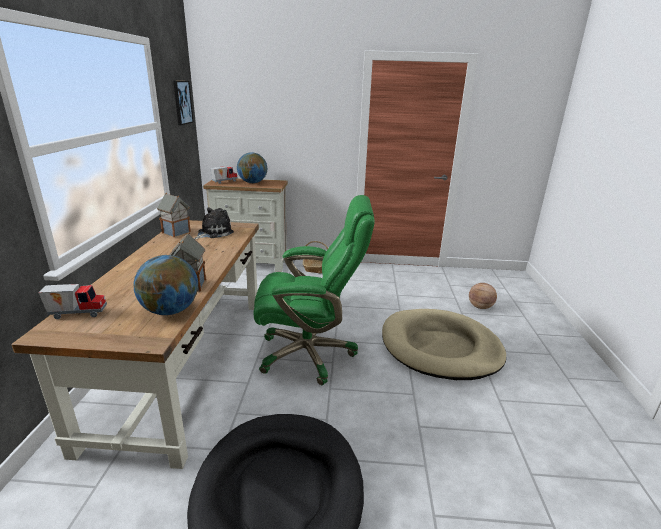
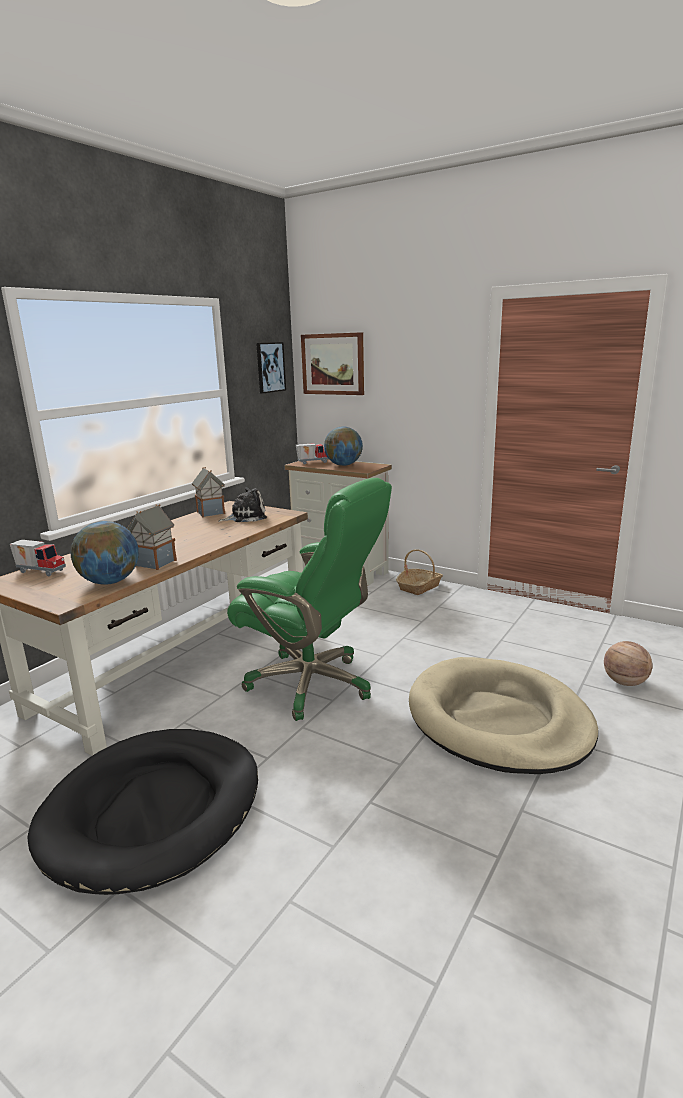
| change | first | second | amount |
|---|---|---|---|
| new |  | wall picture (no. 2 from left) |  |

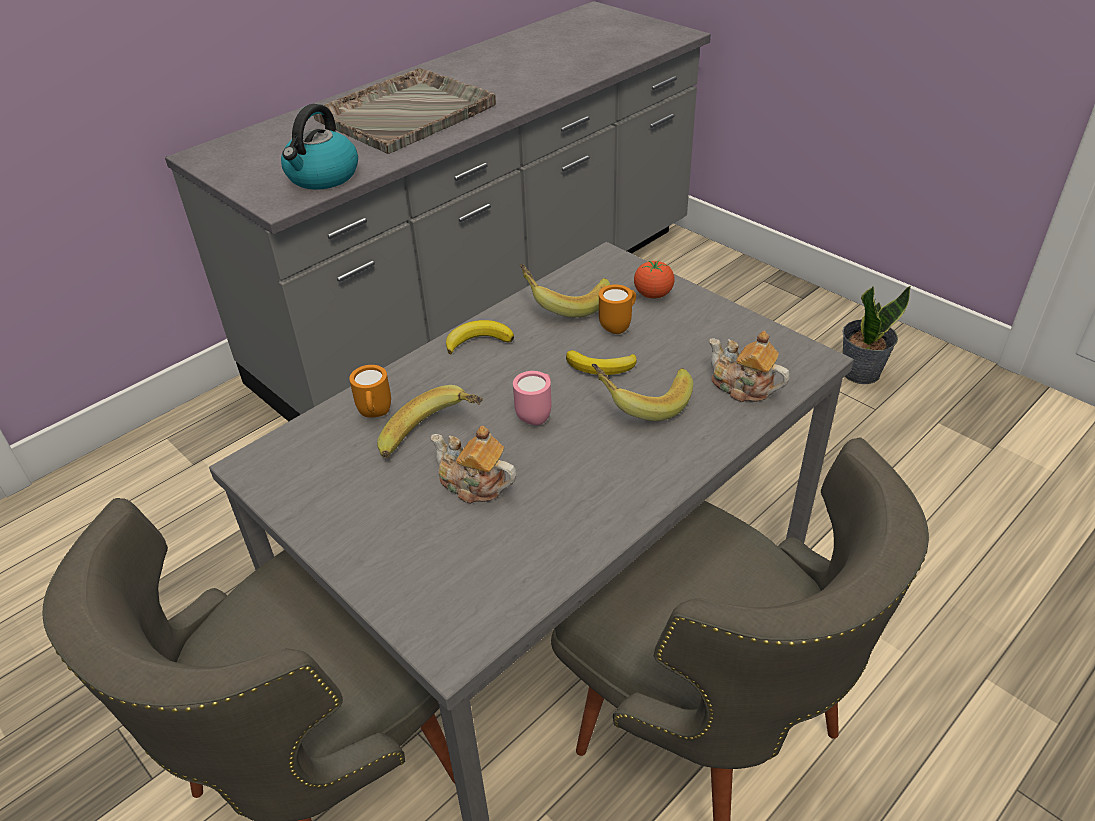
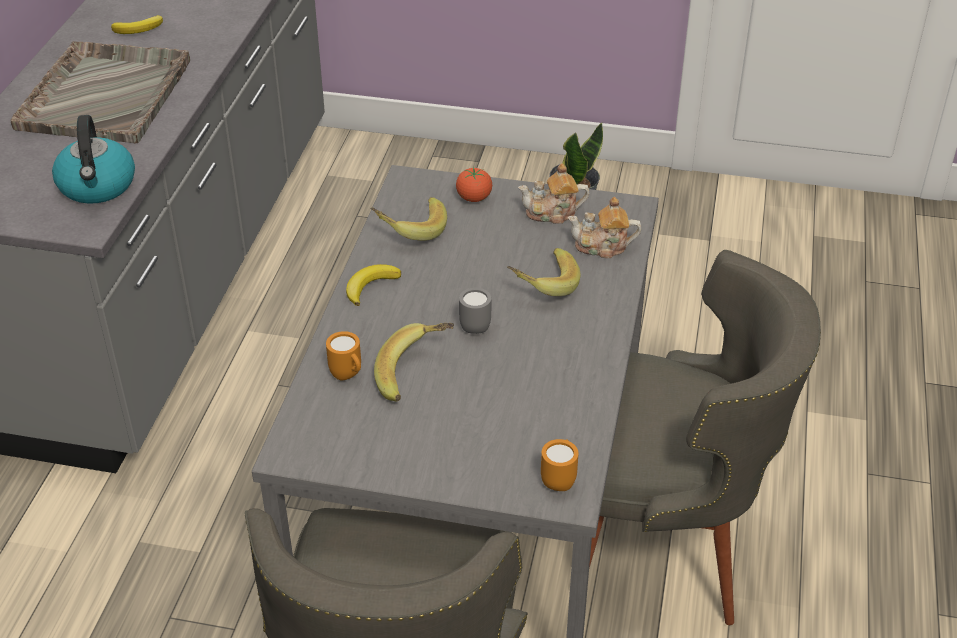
| change | first | second | amount |
|---|---|---|---|
| shifted | tea pot (no. 1 from left) |  |  |
| repainted | tea mug (pink) | tea mug (gray) |  |
| shifted | whole banana (no. 4 from left in the first image) | whole banana (no. 1 from left) |  |
| shifted | tea mug (orange) (no. 2 from left) |  |  |

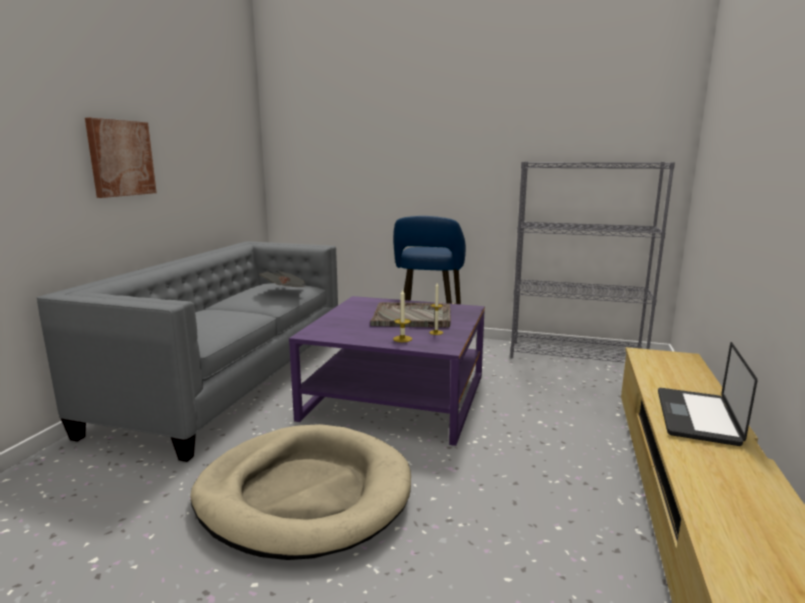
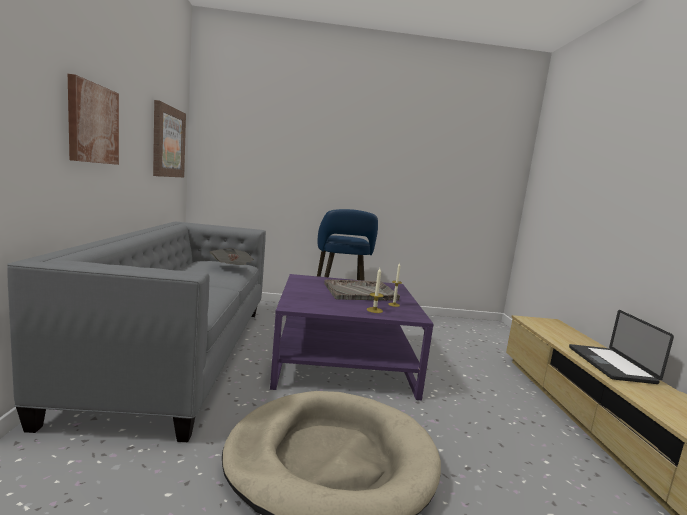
| change | first | second | amount |
|---|---|---|---|
| gone | bookcase (gray) |  |  |
| new |  | wall picture (no. 2 from left) |  |

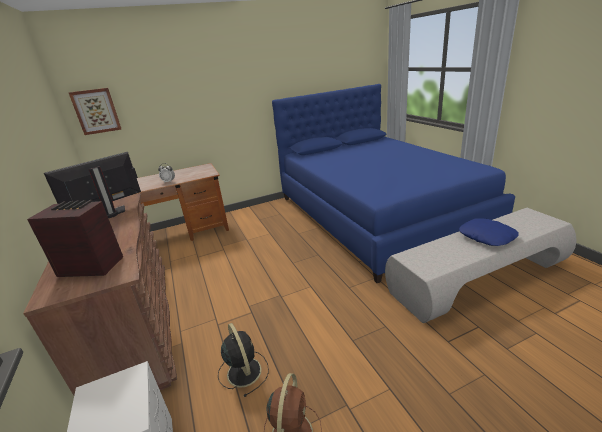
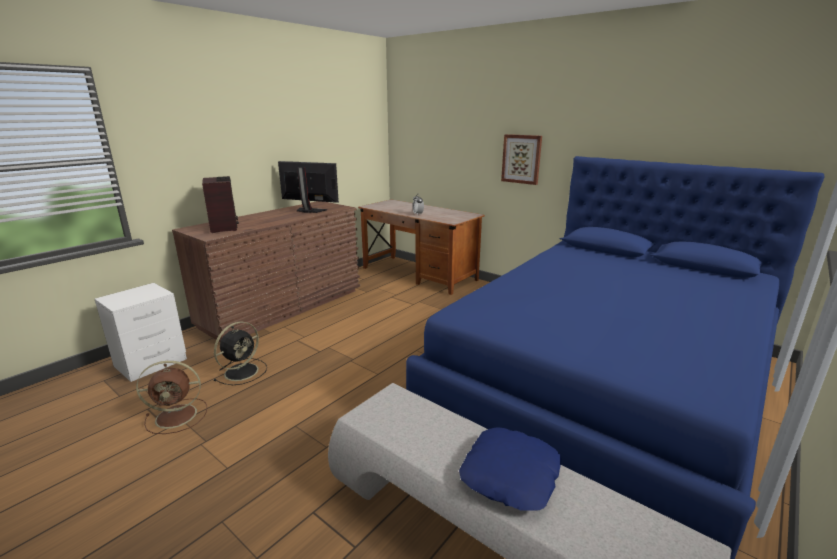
| change | first | second | amount |
|---|---|---|---|
| shifted | wall picture |  |  |

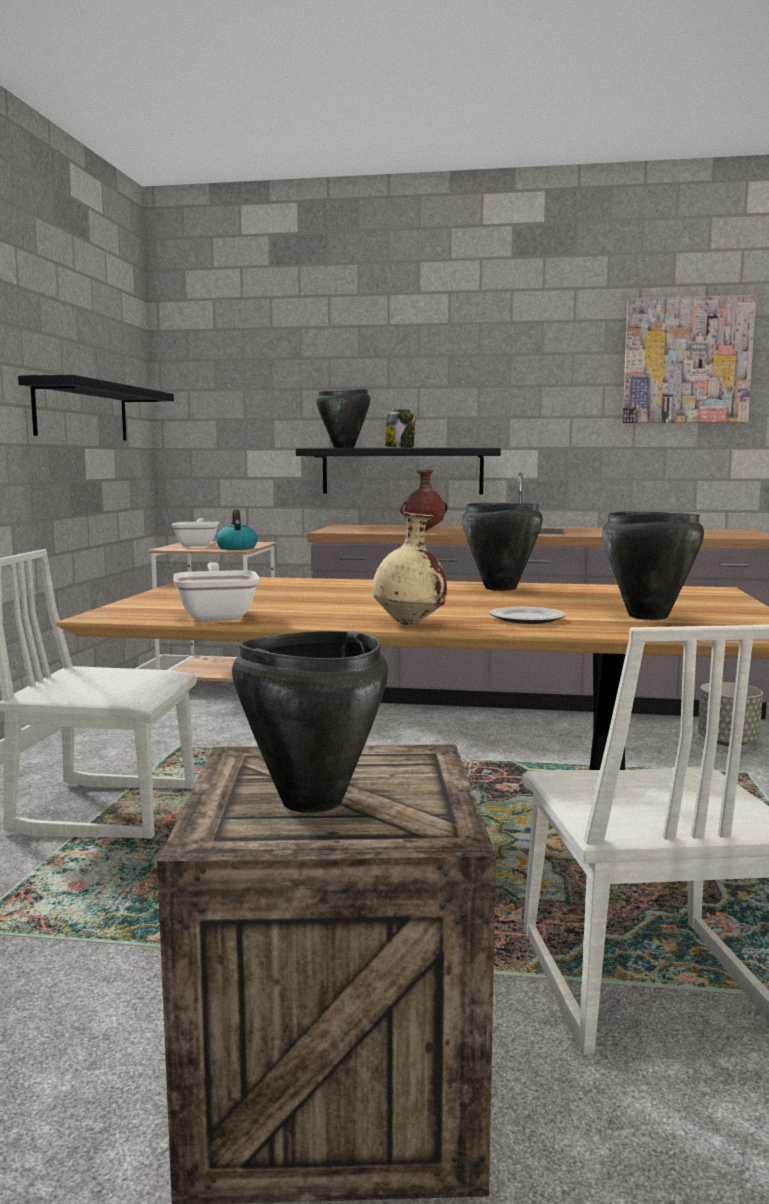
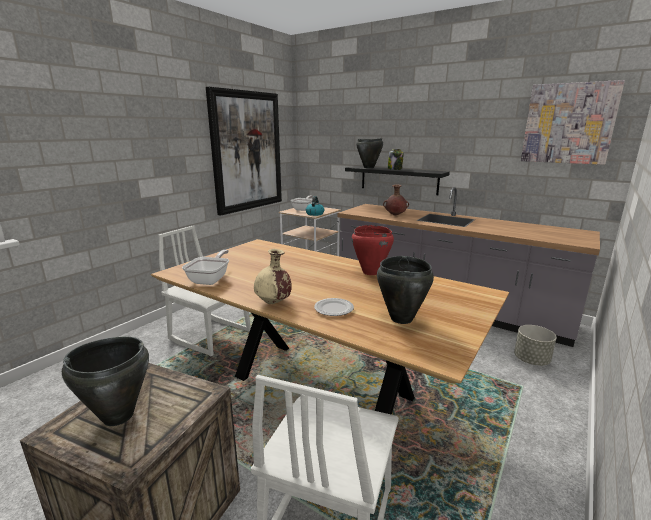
| change | first | second | amount |
|---|---|---|---|
| swapped | shelf (blackish) (no. 1 from left) | wall picture (no. 1 from left) |  |
| repainted | saucepot (blackish) (no. 3 from left) | saucepot (red) |  |

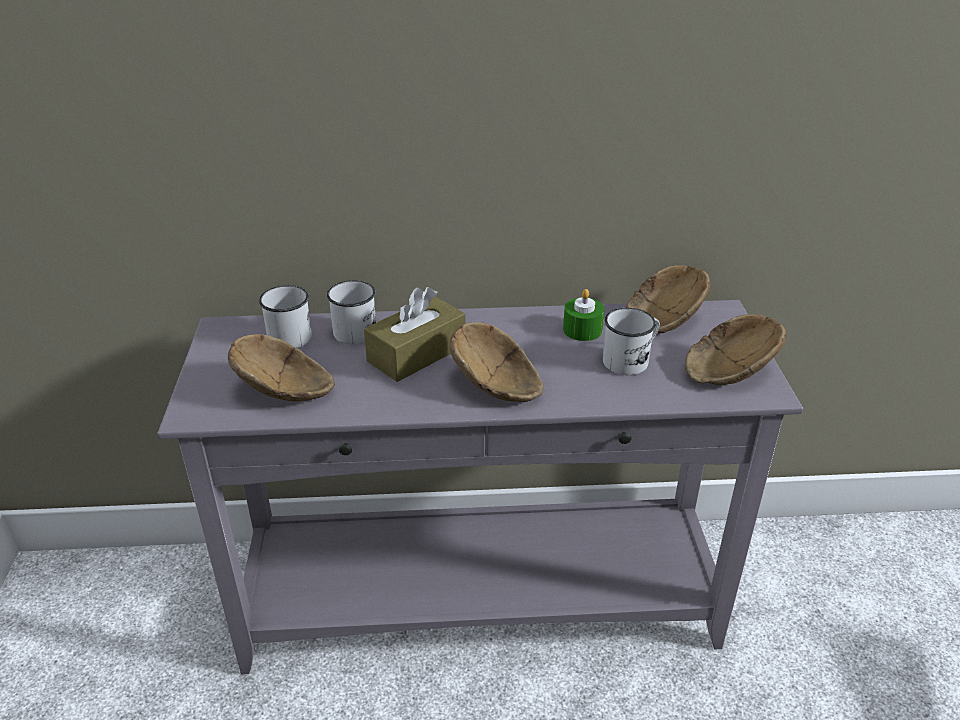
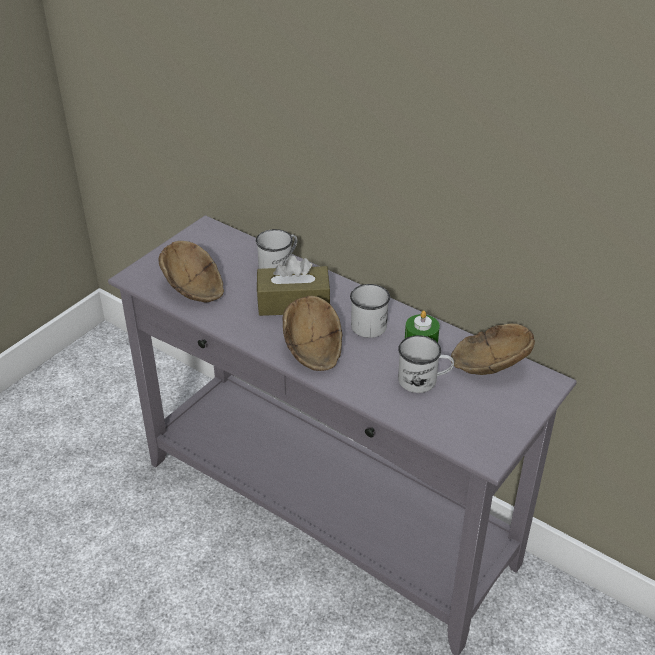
| change | first | second | amount |
|---|---|---|---|
| shifted | tea mug (whitish) (no. 1 from left in the first image) | tea mug (whitish) (no. 2 from left) |  |
| gone | bowl (brownish) (no. 4 from left) |  |  |

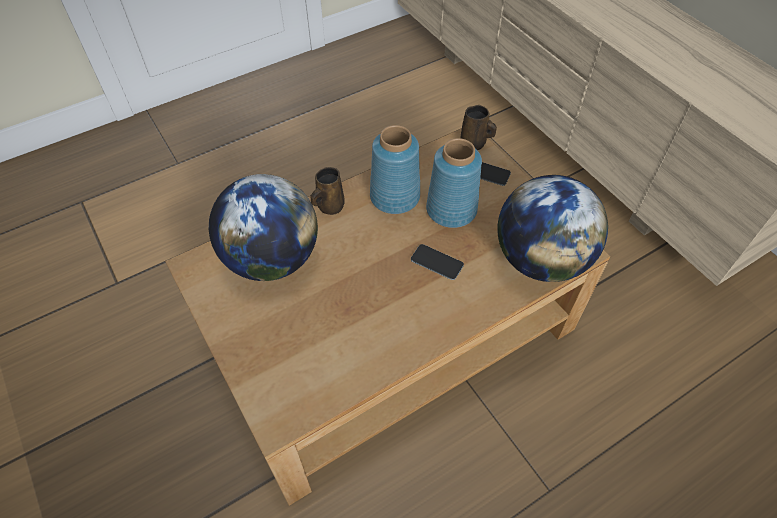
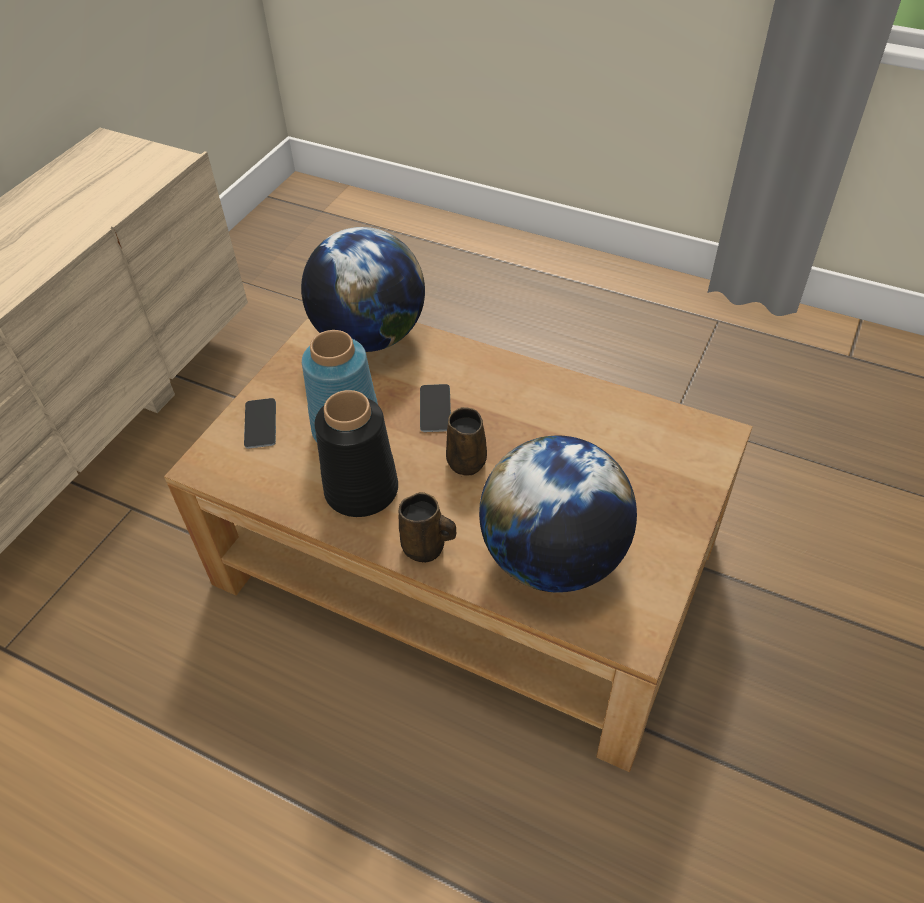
| change | first | second | amount |
|---|---|---|---|
| repainted | decorative vase (blue) (no. 1 from left) | decorative vase (blackish) |  |
| shifted | tea mug (brownish) (no. 2 from left) |  |  |

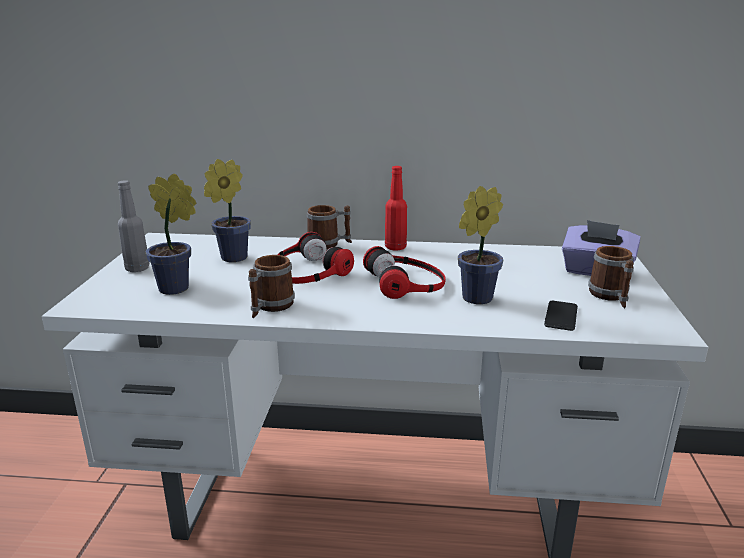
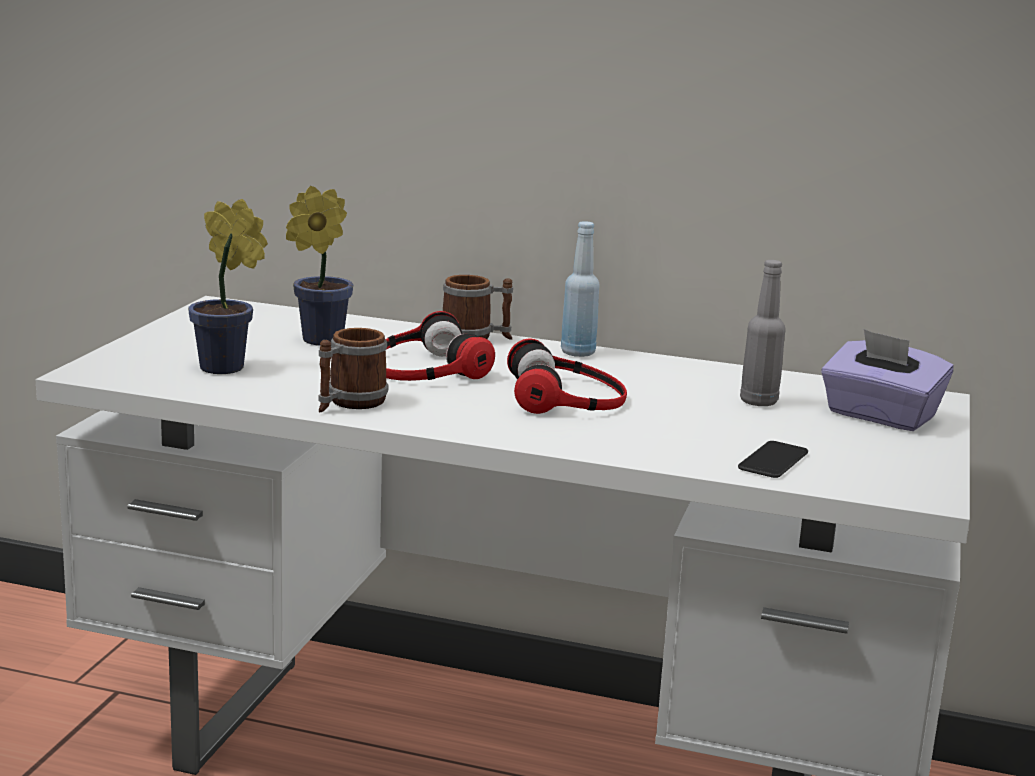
| change | first | second | amount |
|---|---|---|---|
| shifted | bottle (gray) |  |  |
| repainted | bottle (red) | bottle (blue) |  |
| gone | plant in a pot (no. 3 from left) |  |  |
| gone | tea mug (no. 3 from left) |  |  |

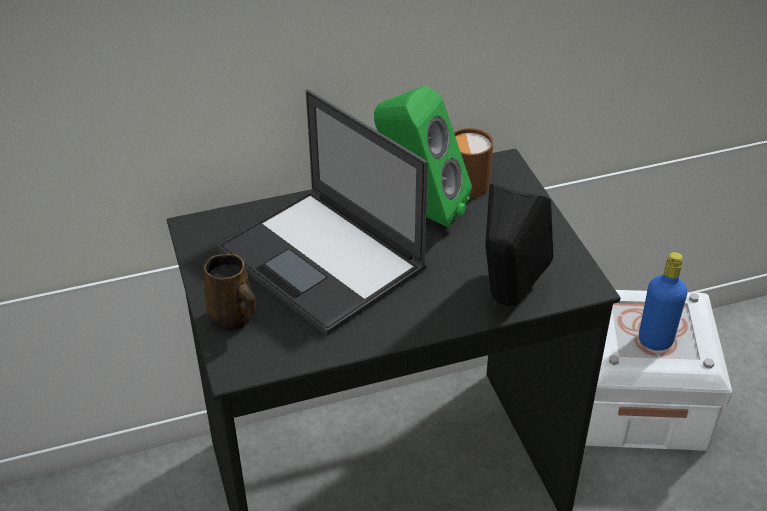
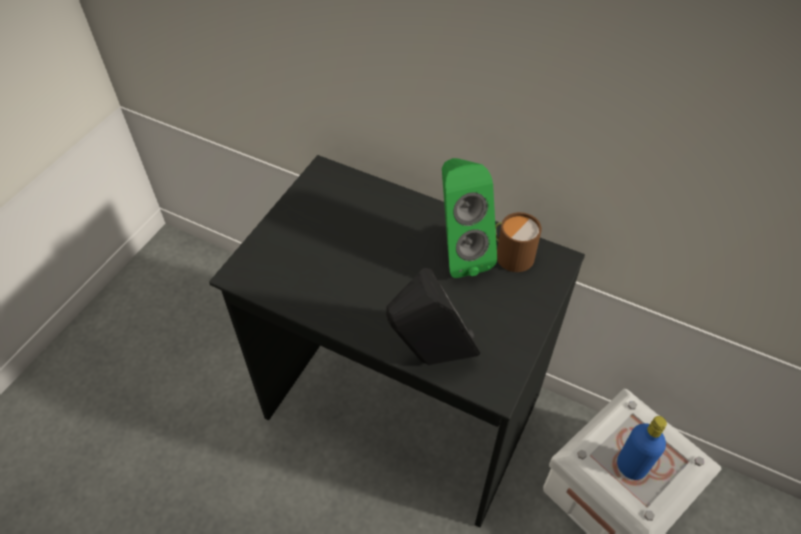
| change | first | second | amount |
|---|---|---|---|
| gone | tea mug (brownish) (no. 1 from left) |  |  |
| gone | laptop |  |  |

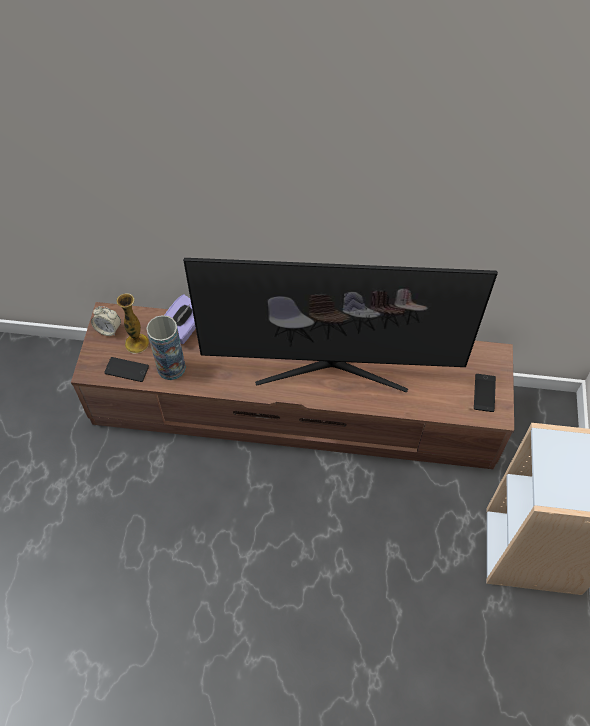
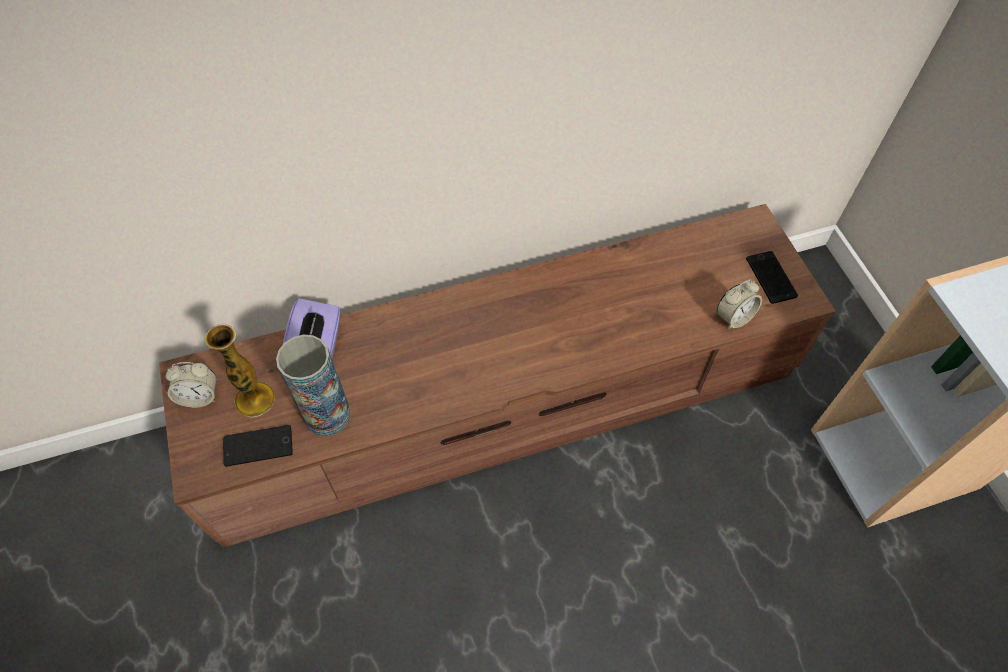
| change | first | second | amount |
|---|---|---|---|
| gone | TV set |  |  |
| new |  | table clock (no. 2 from left) |  |

